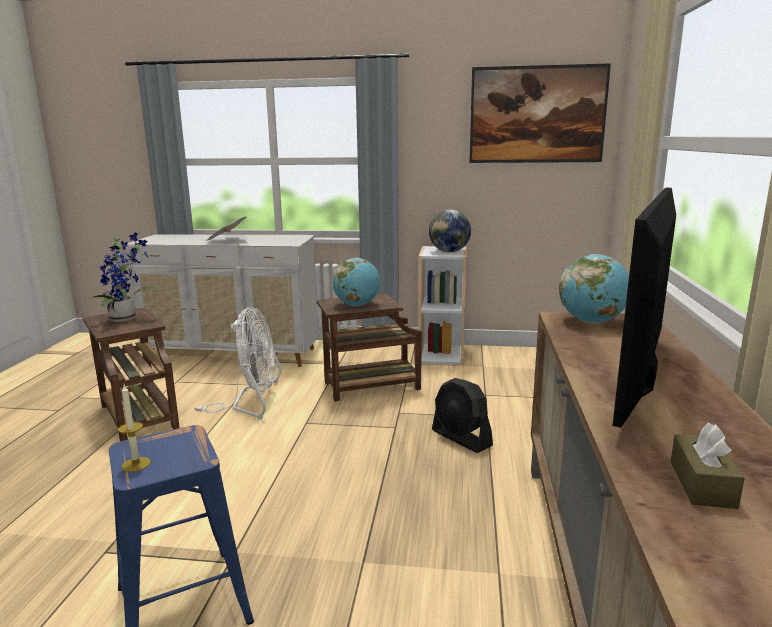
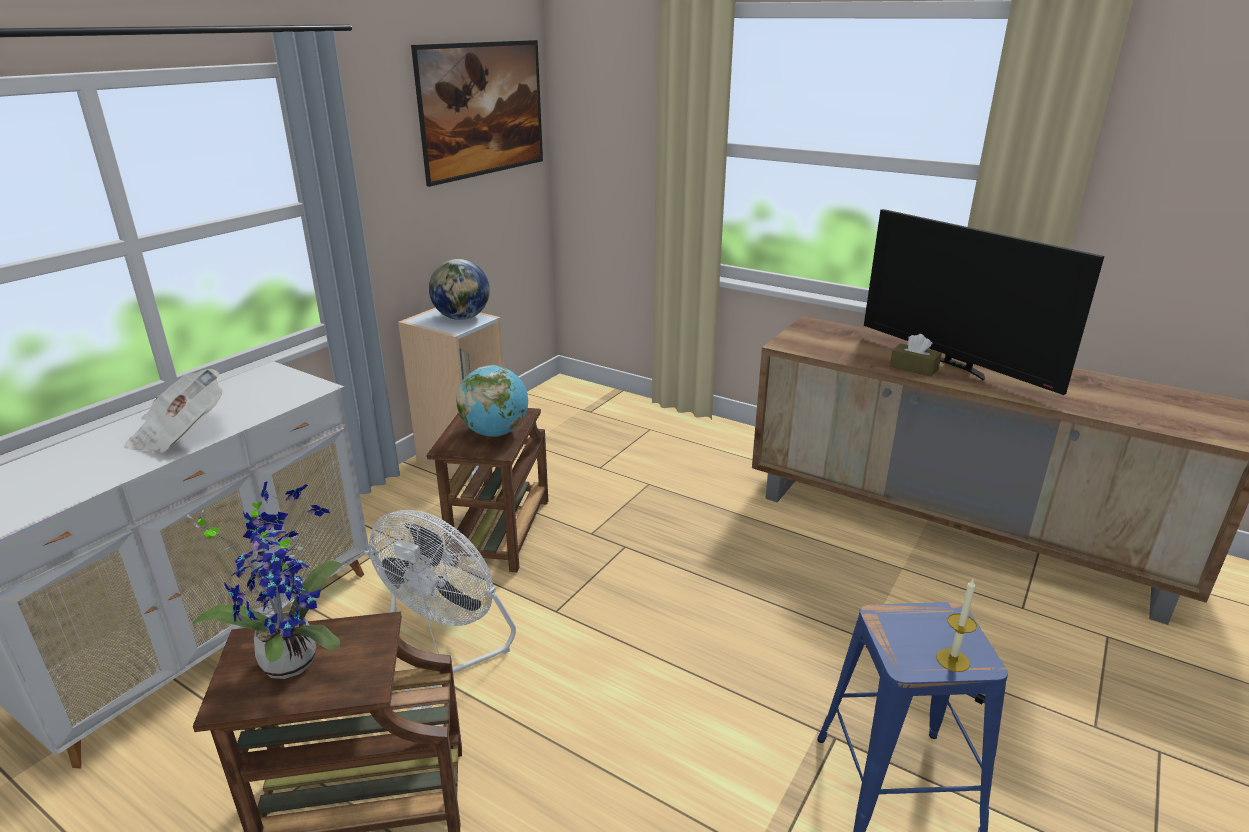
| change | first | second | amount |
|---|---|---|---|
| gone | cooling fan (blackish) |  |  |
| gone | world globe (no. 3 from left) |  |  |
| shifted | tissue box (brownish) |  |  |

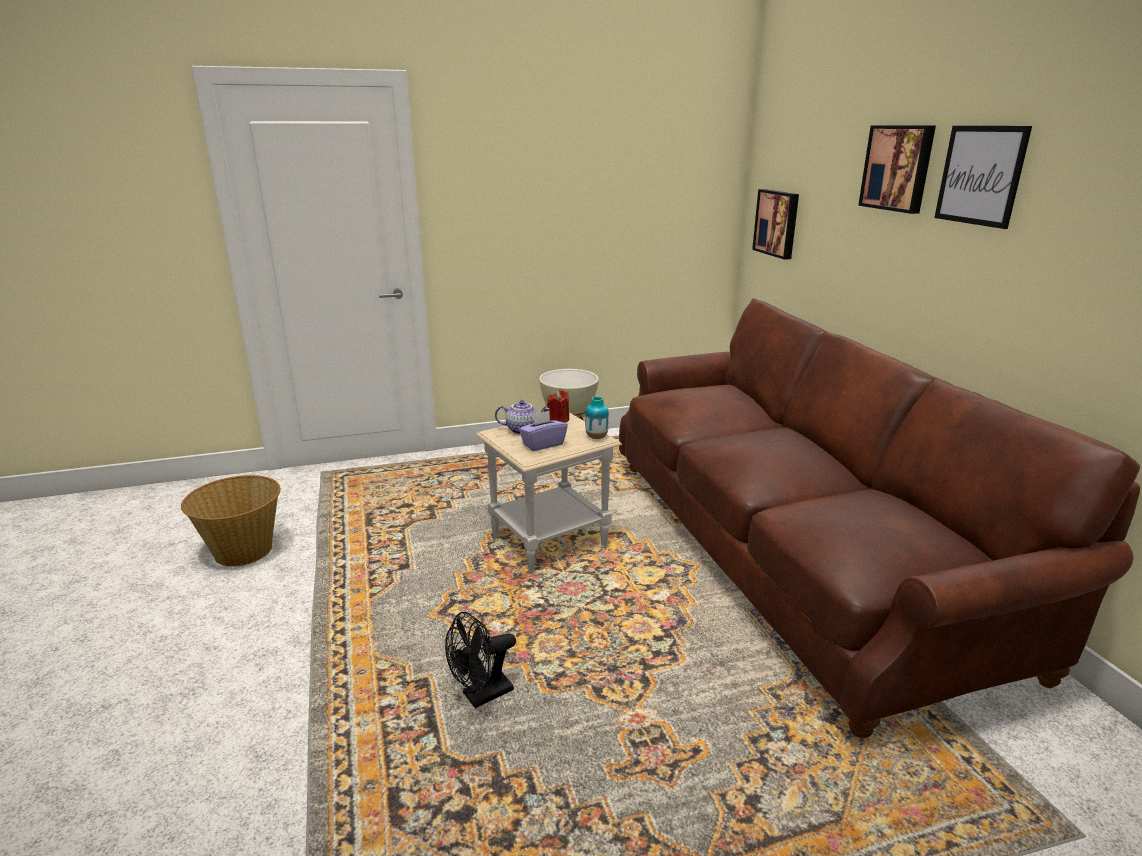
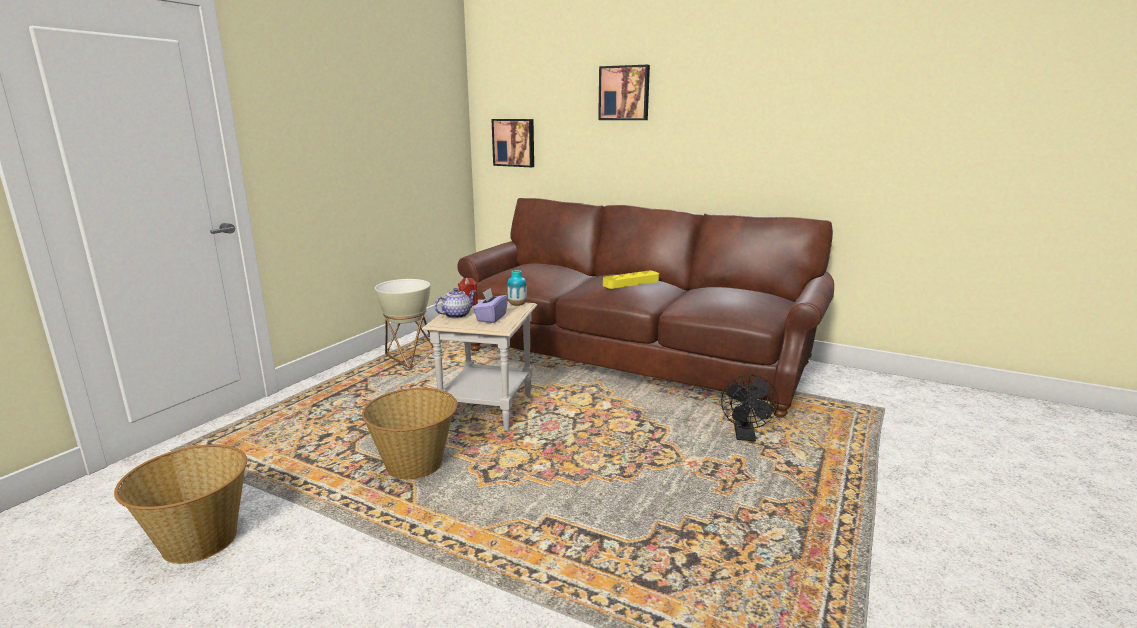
| change | first | second | amount |
|---|---|---|---|
| shifted | cooling fan (blackish) |  |  |
| gone | wall picture (no. 3 from left) |  |  |
| new |  | household basket (no. 2 from left) |  |
| new |  | tray (yellowish) |  |

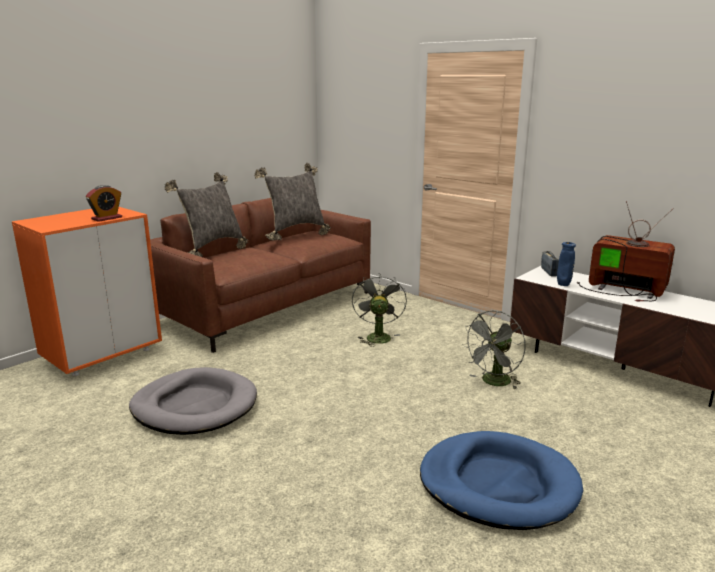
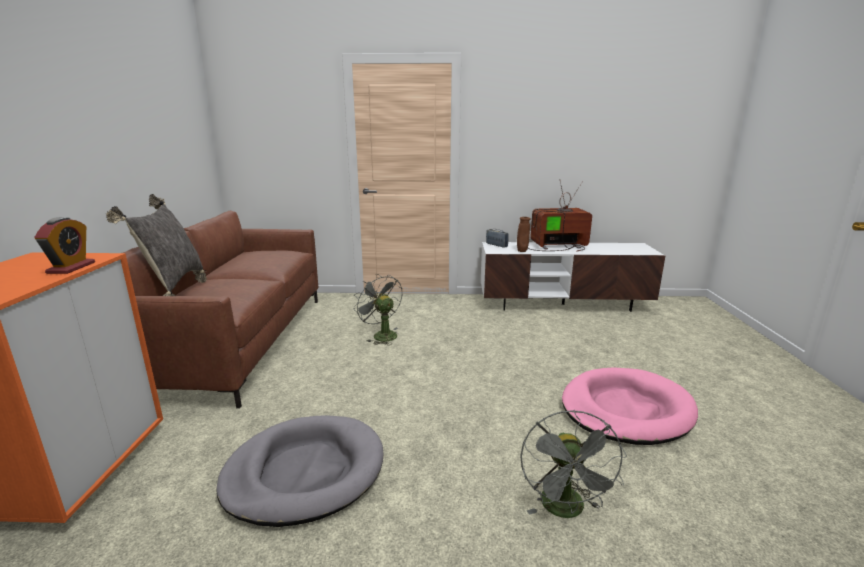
| change | first | second | amount |
|---|---|---|---|
| gone | throw pillow (no. 2 from left) |  |  |
| repainted | pet bed (blue) | pet bed (pink) |  |
| shifted | cooling fan (gray) (no. 2 from left) |  |  |
| repainted | decorative vase (blue) | decorative vase (brownish) |  |

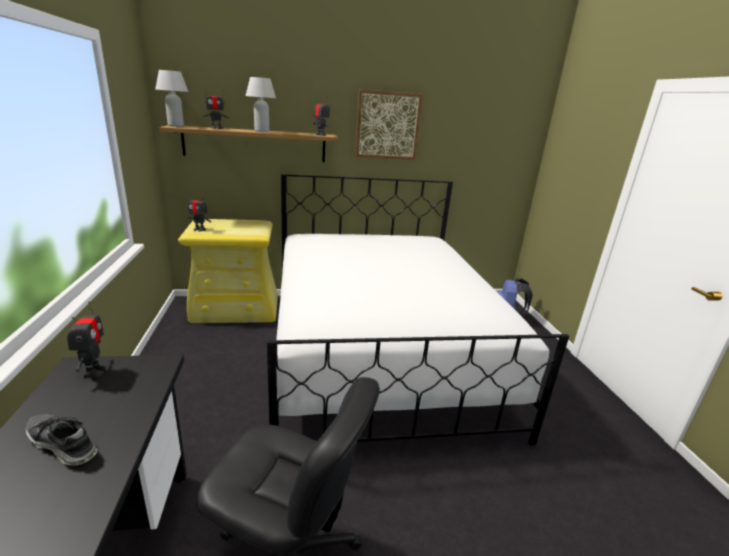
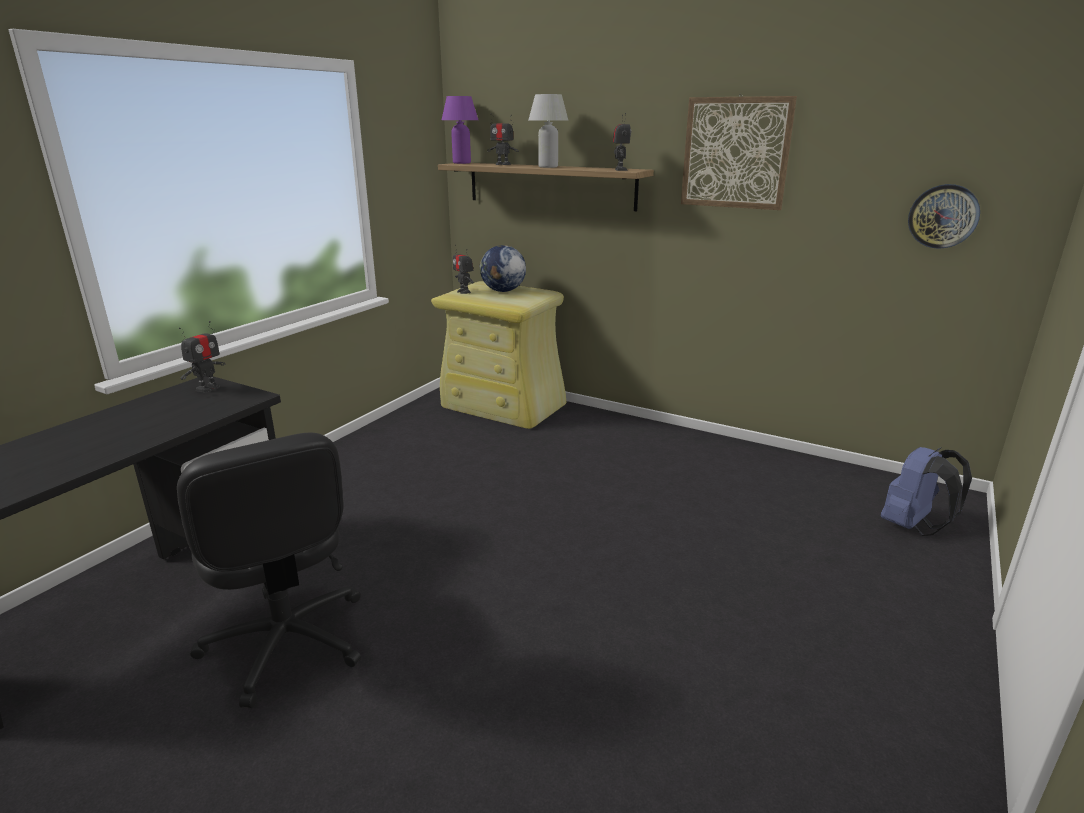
| change | first | second | amount |
|---|---|---|---|
| gone | item of footwear |  |  |
| repainted | tabletop lamp (whitish) (no. 1 from left) | tabletop lamp (purple) |  |
| gone | bedroom bed (whitish) |  |  |
| new |  | world globe |  |
| new |  | hanging clock |  |

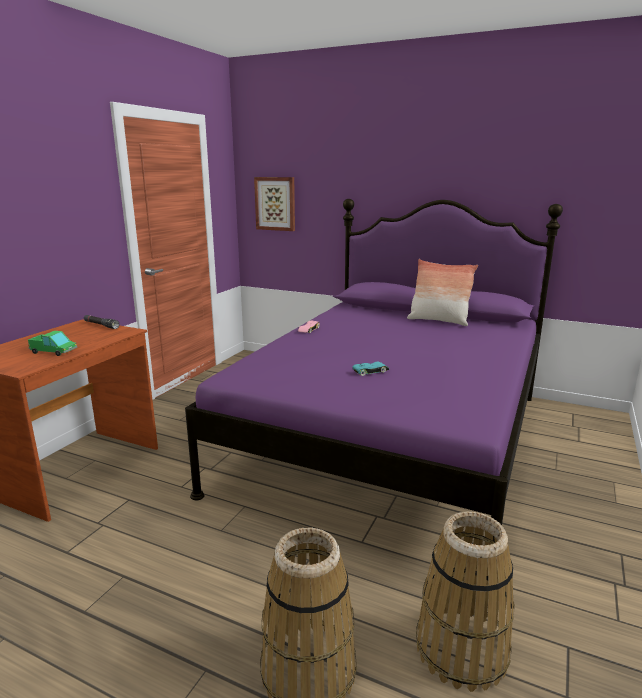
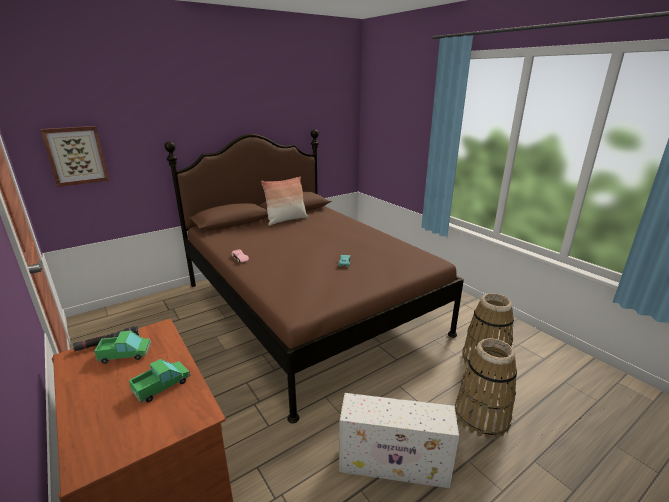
| change | first | second | amount |
|---|---|---|---|
| repainted | bedroom bed (purple) | bedroom bed (brownish) |  |
| new |  | model truck (no. 1 from left) |  |
| new |  | storage box (whitish) |  |

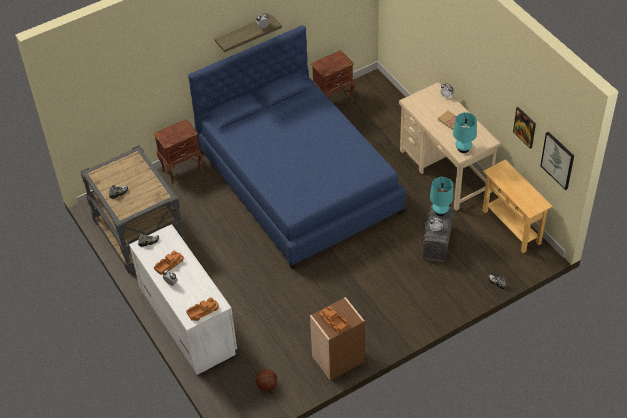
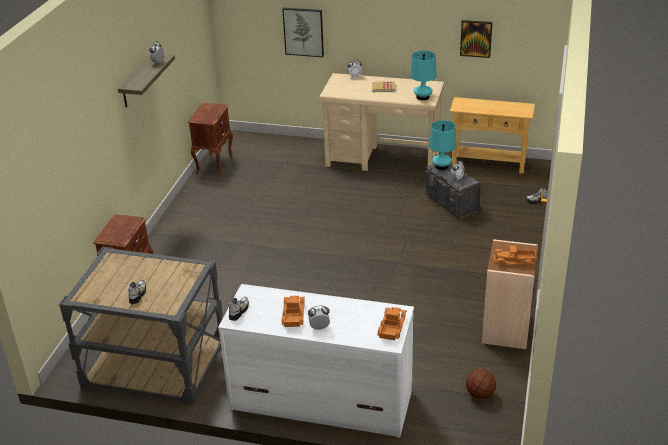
| change | first | second | amount |
|---|---|---|---|
| gone | bedroom bed (blue) |  |  |
| shifted | wall picture (no. 2 from left in the first image) | wall picture (no. 1 from left) |  |

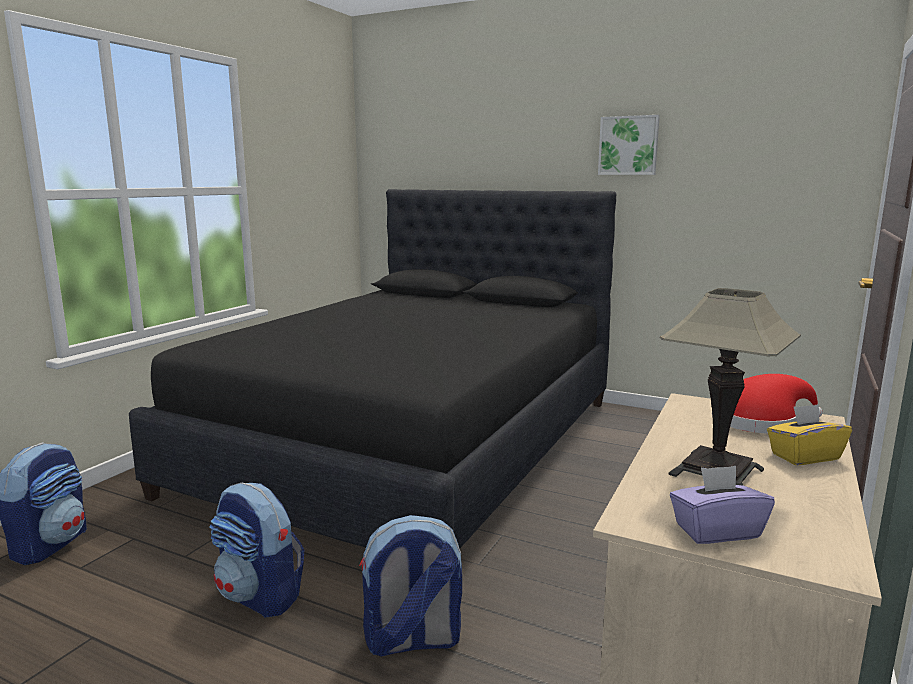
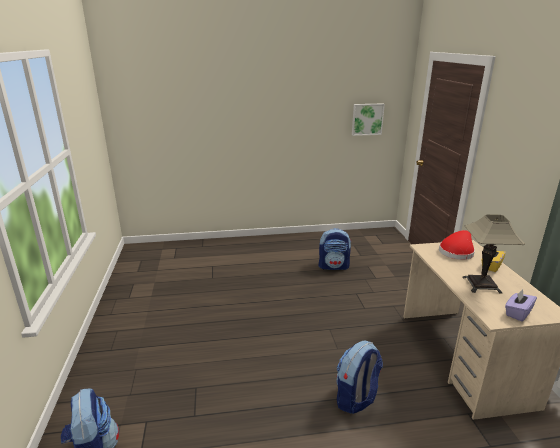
| change | first | second | amount |
|---|---|---|---|
| gone | bedroom bed (blackish) |  |  |
| shifted | rucksack (no. 2 from left) |  |  |
| shifted | wall picture |  |  |

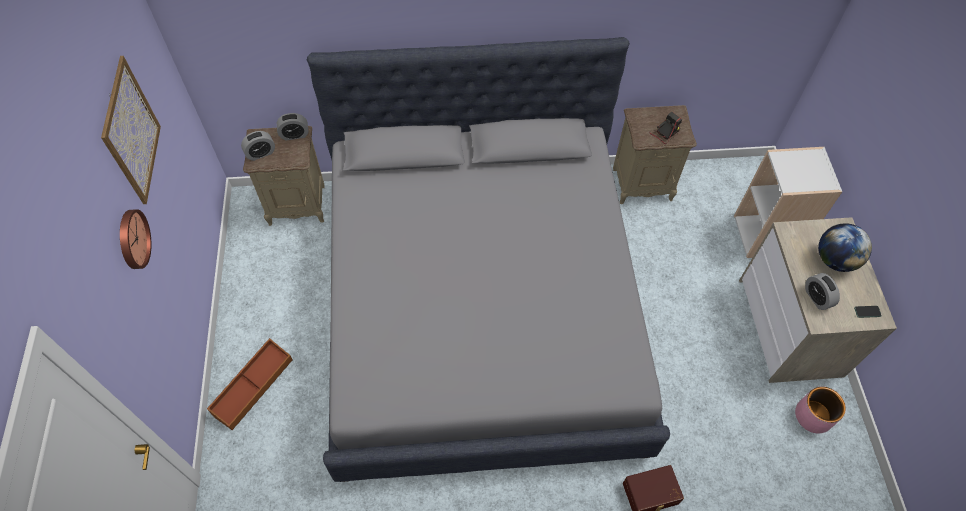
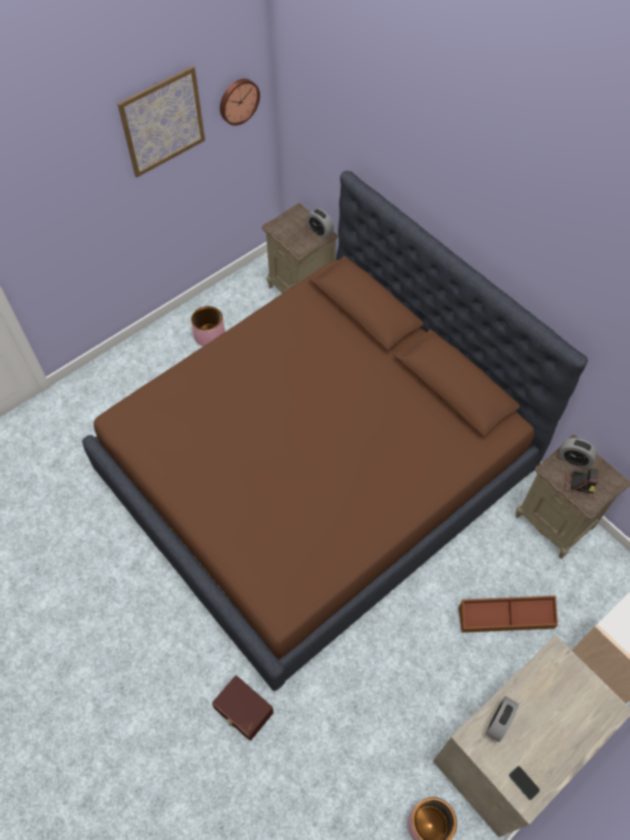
| change | first | second | amount |
|---|---|---|---|
| shifted | hanging clock |  |  |
| shifted | storage box (brownish) (no. 1 from left in the first image) | storage box (brownish) (no. 2 from left) |  |
| shifted | table clock (no. 1 from left in the first image) | table clock (no. 3 from left) |  |
| repainted | bedroom bed (gray) | bedroom bed (brownish) |  |
| gone | world globe |  |  |
| new |  | planter (pink) (no. 1 from left) |  |

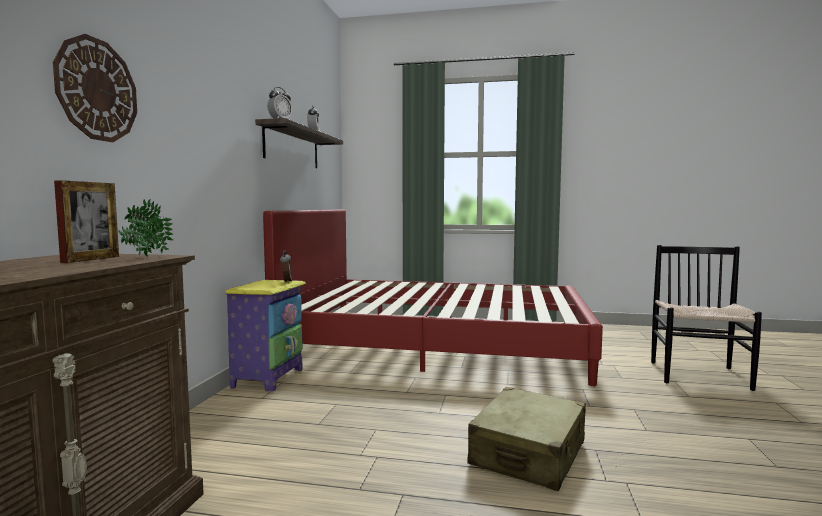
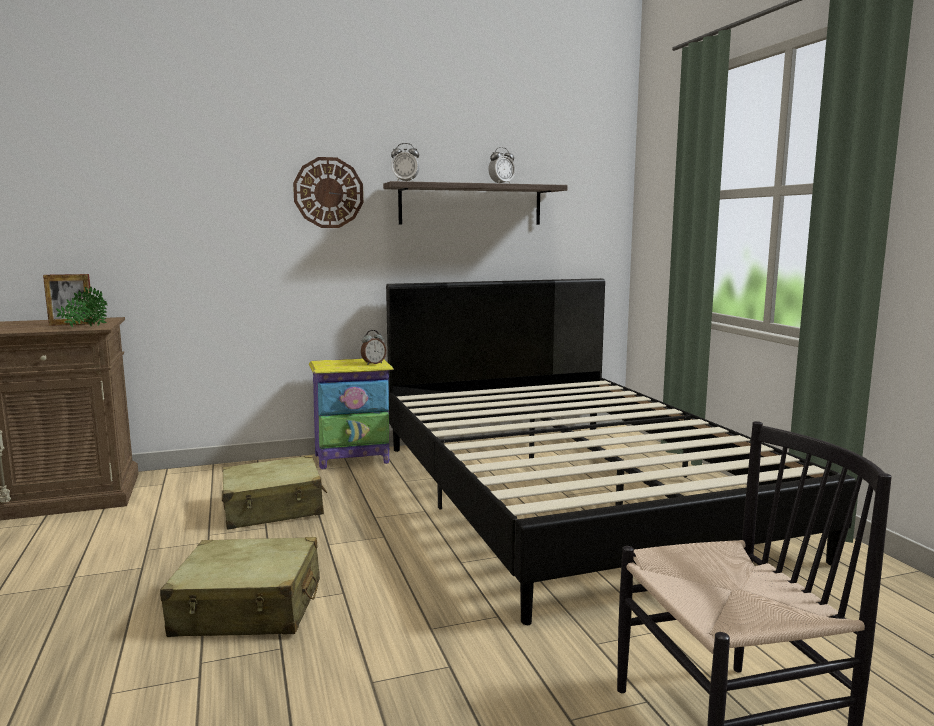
| change | first | second | amount |
|---|---|---|---|
| shifted | hanging clock |  |  |
| repainted | bedroom bed (red) | bedroom bed (blackish) |  |
| new |  | travel case (sand-coloured) (no. 2 from left) |  |

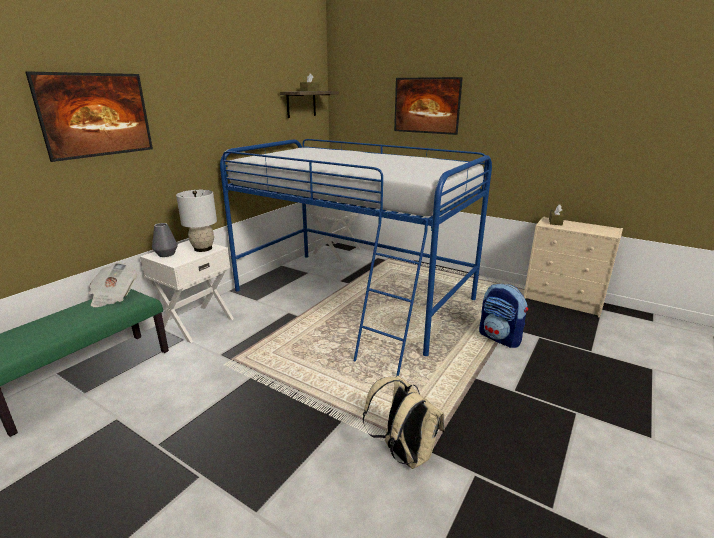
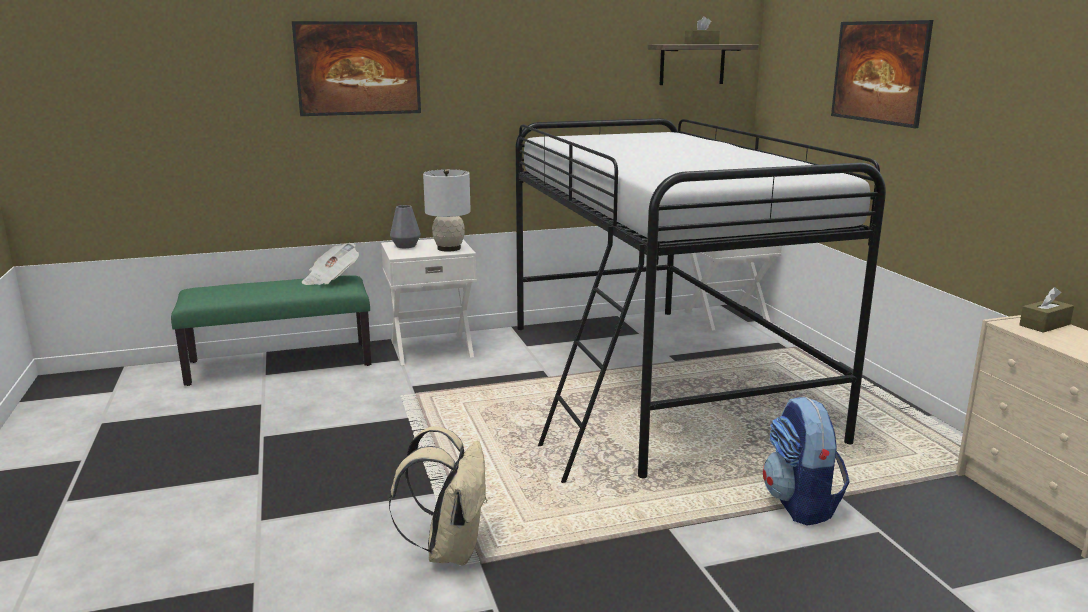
| change | first | second | amount |
|---|---|---|---|
| repainted | bedroom bed (blue) | bedroom bed (blackish) |  |

